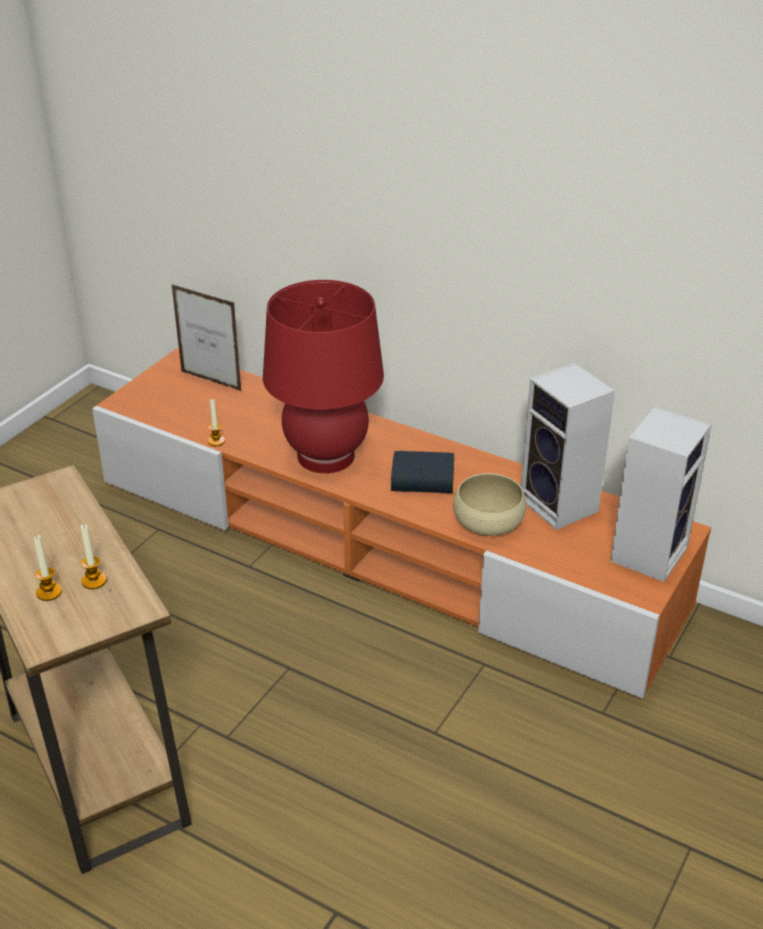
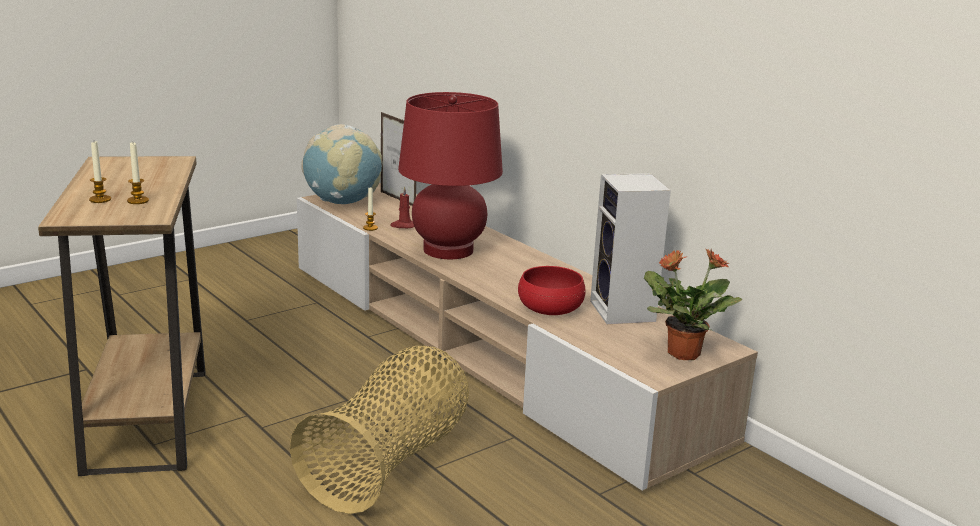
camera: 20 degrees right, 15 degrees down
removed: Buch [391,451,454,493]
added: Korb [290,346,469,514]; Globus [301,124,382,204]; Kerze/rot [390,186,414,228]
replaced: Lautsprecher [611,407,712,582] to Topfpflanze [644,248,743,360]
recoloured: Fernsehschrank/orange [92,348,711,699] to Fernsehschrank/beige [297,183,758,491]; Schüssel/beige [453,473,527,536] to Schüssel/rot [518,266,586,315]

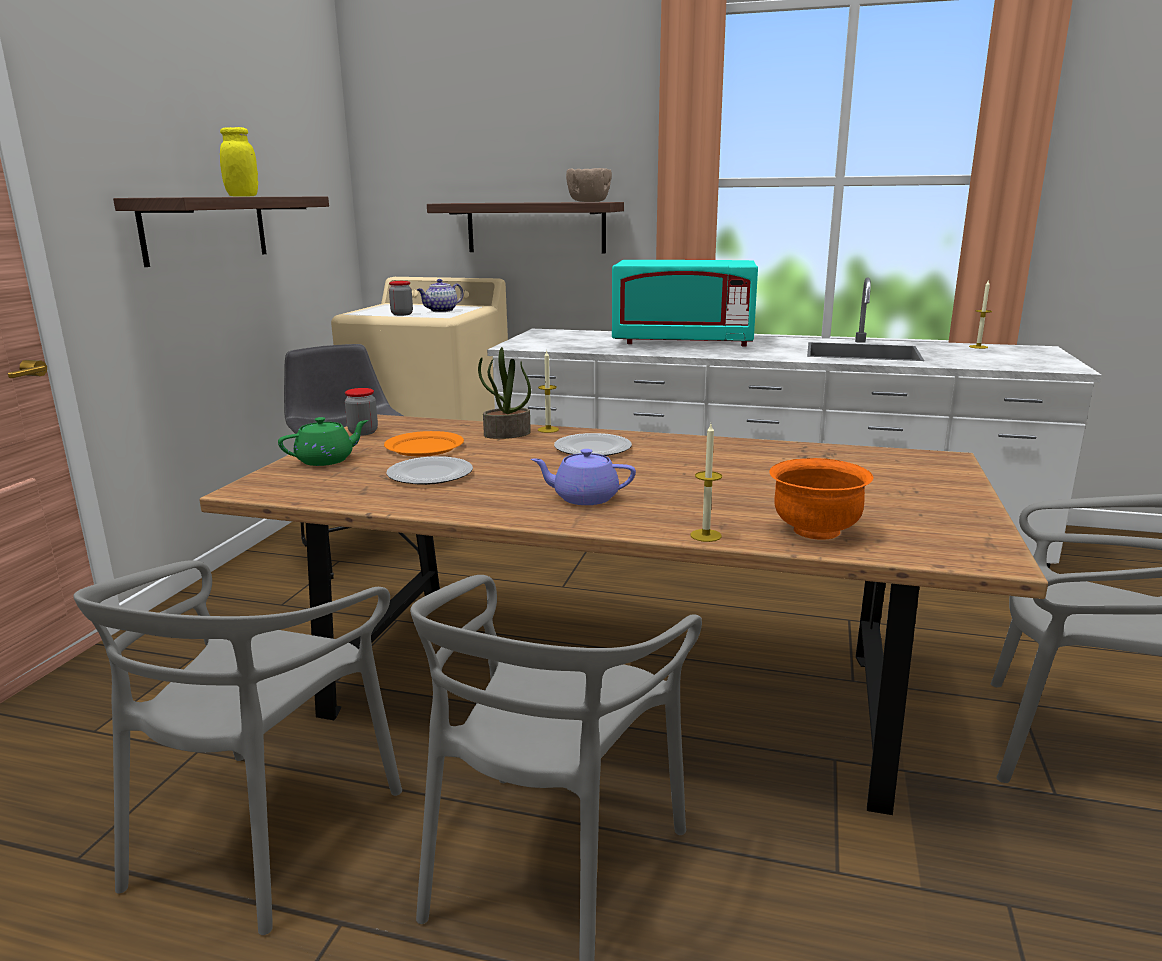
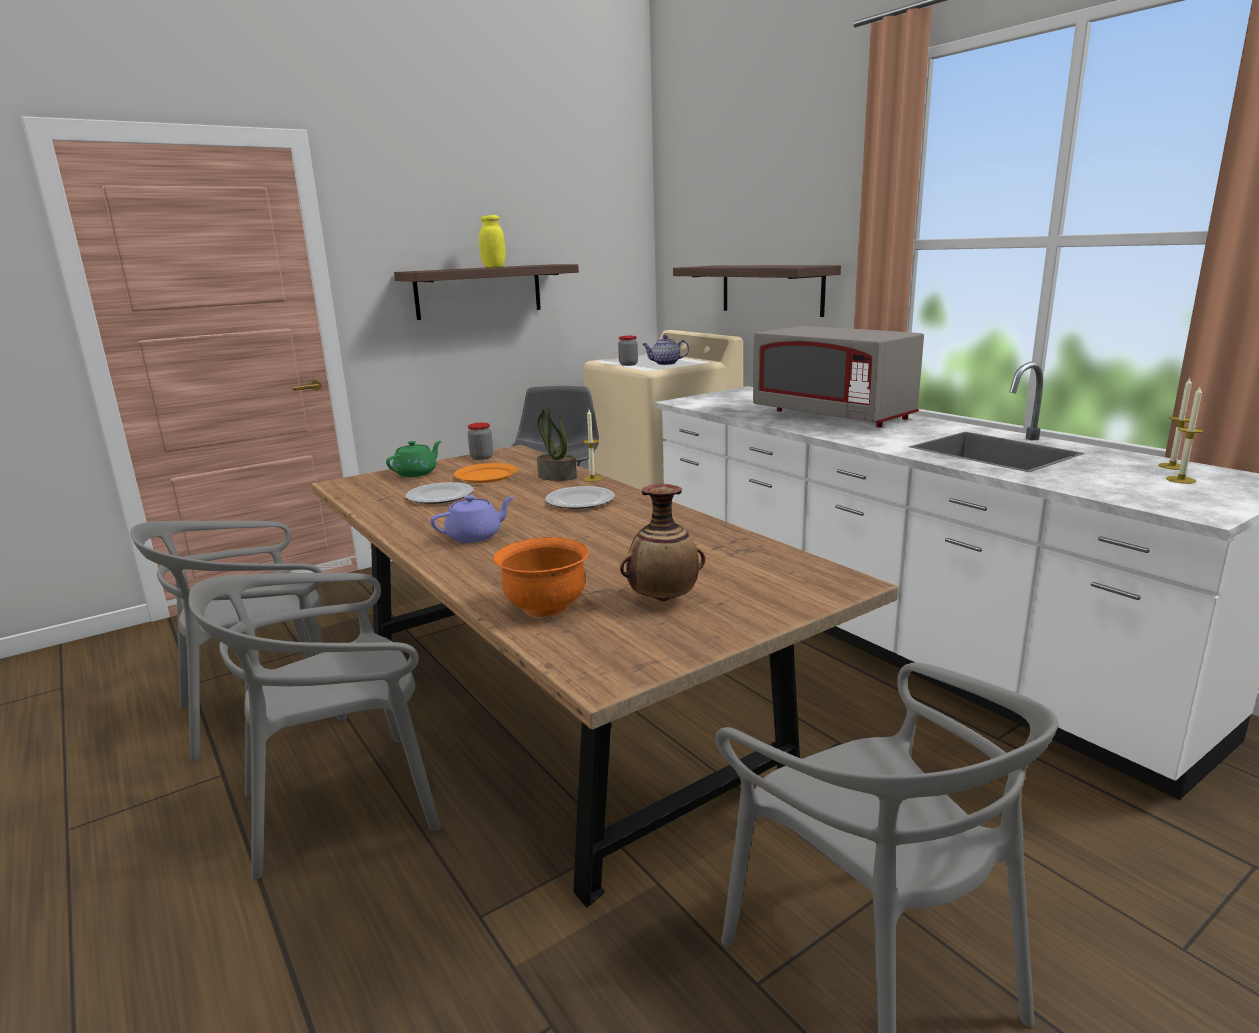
camera: 40 degrees right, 0 degrees up
removed: Schüssel/braun [566,168,612,202]
added: Vase [620,484,705,602]
moved: Kerze [690,424,722,542] to [1166,387,1204,484]
recoloured: Mikrowelle/türkis [612,260,758,347] to Mikrowelle/grau [753,326,924,428]
turned: Teekanne/grün [278,417,369,466] = [386,441,441,477] 60 degrees counterclockwise; Teekanne/lila [531,449,636,505] = [430,495,515,543] 105 degrees clockwise

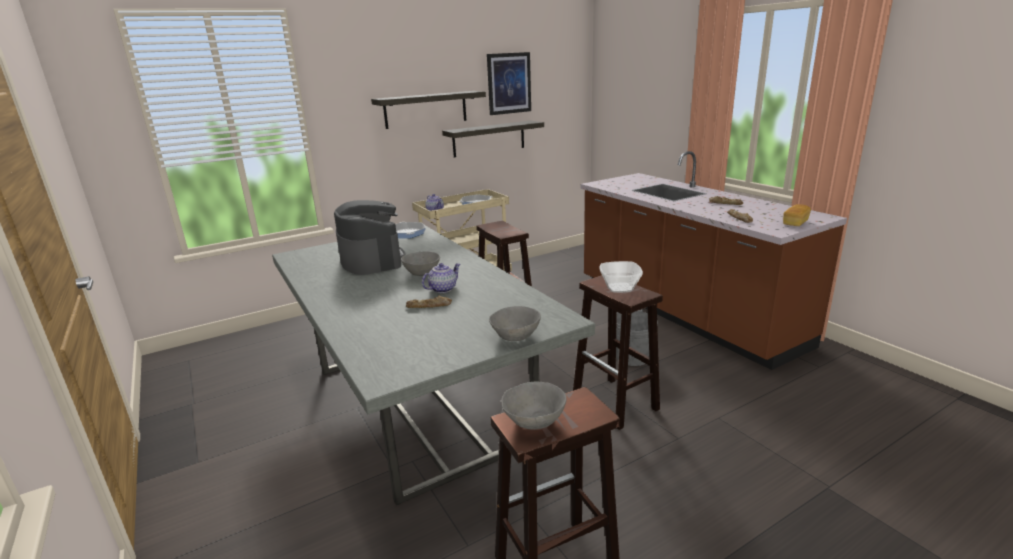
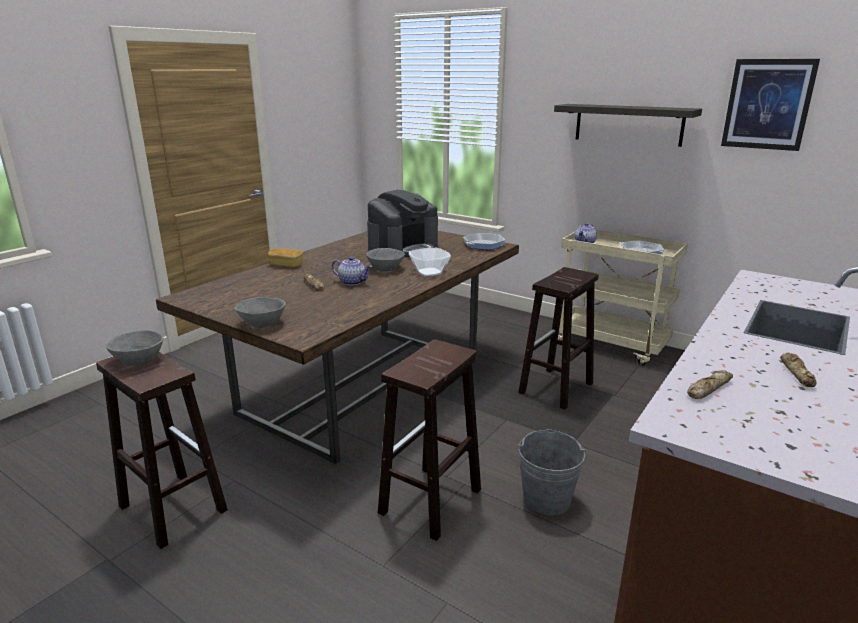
camera: 65 degrees right, 0 degrees up
removed: Wandregal [442,121,544,158]
moved: Schüssel [599,261,643,293] to [409,248,451,276]; Brot [783,204,811,226] to [268,248,303,267]
recoloured: Esstisch/grau [272,225,595,505] to Esstisch/braun [156,231,519,464]

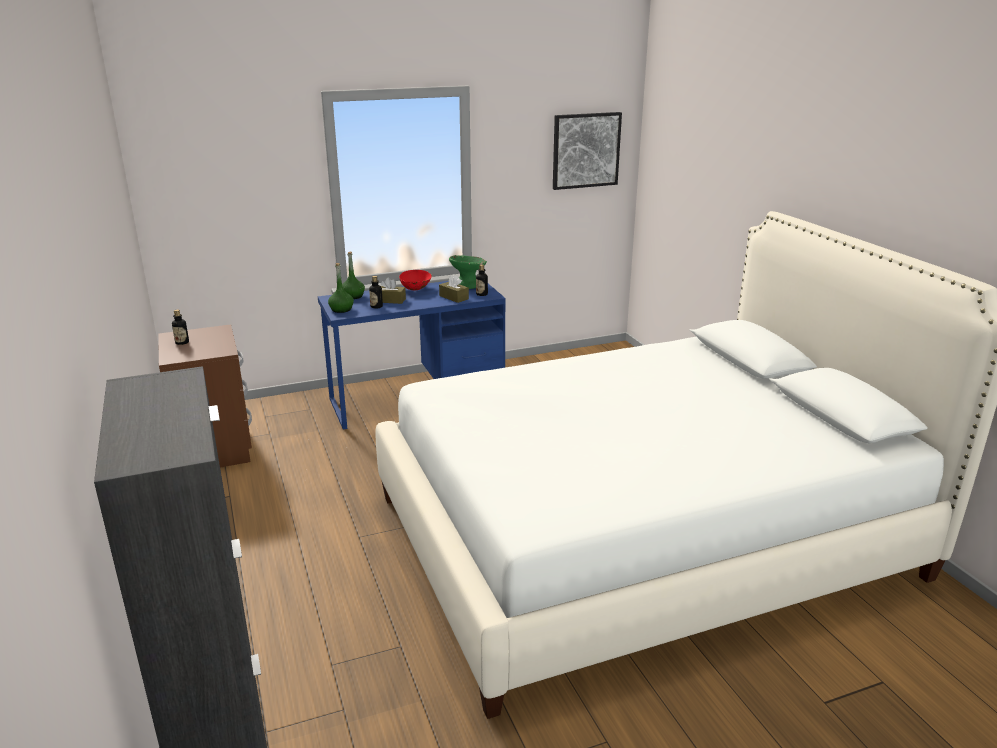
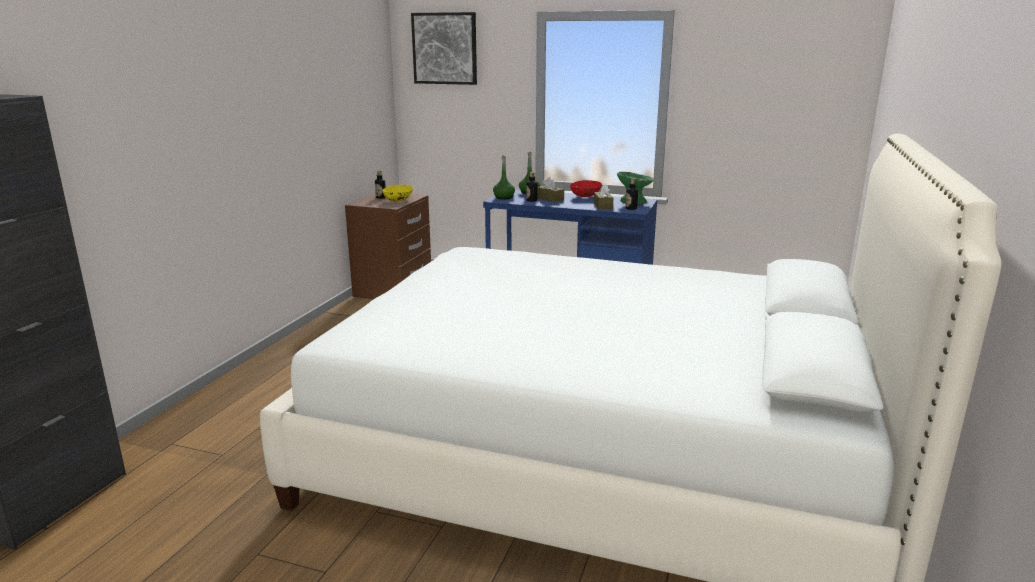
camera: 40 degrees right, 5 degrees down
added: Schüssel/gelb [382,185,413,202]
moved: Bild [553,112,622,190] to [411,12,477,85]

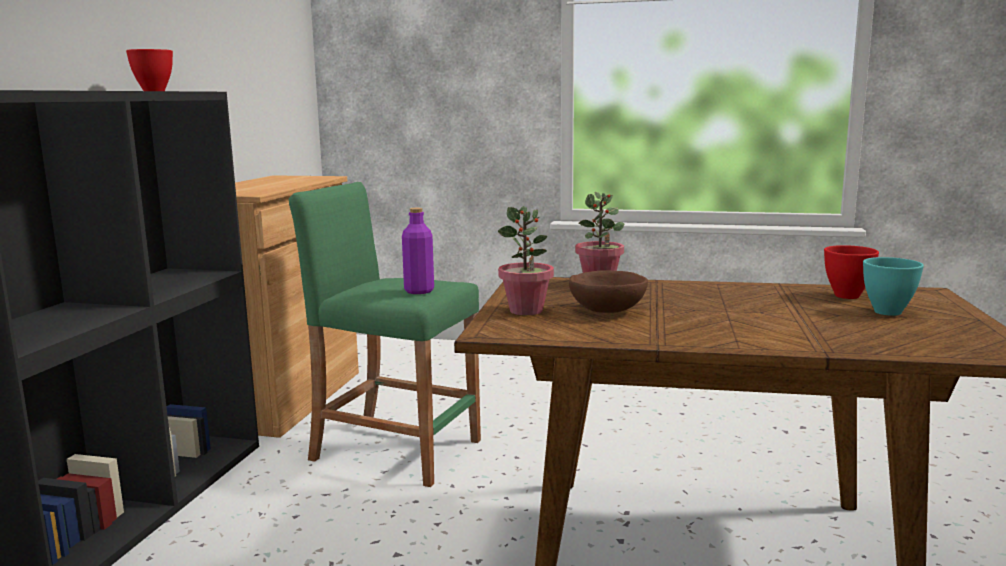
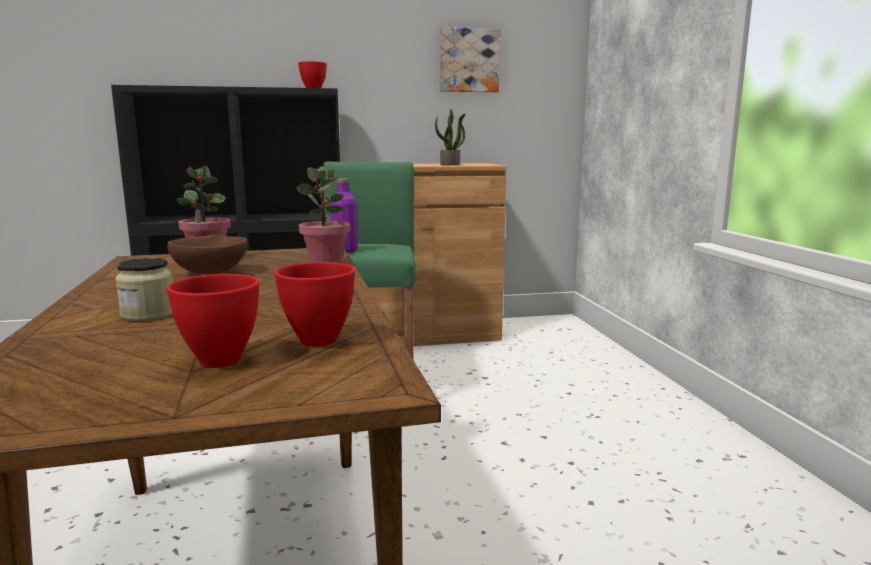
camera: 65 degrees right, 0 degrees up
added: Vorratsglas [115,258,172,321]; Topfpflanze [435,109,465,165]; Bild [440,27,500,92]
recoloured: Schüssel/türkis [863,257,924,316] to Schüssel/rot [167,274,259,368]

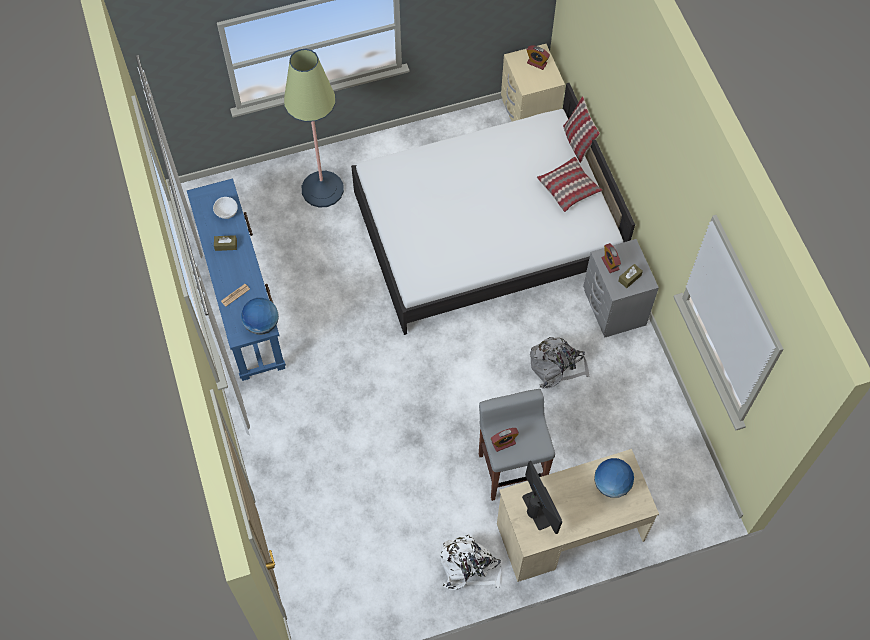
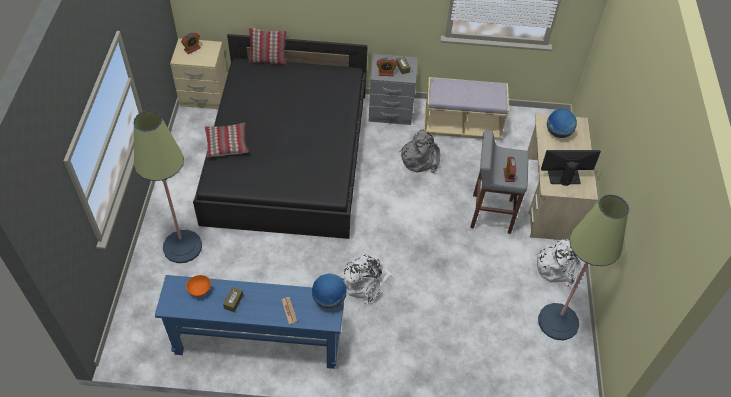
camera: 70 degrees left, 10 degrees down
added: Rucksack/weiß [341,255,393,305]; Bank/beige [424,77,509,140]; Stehlampe [538,195,629,340]
moved: Kissen [537,157,602,212] to [204,123,249,157]
recoloured: Schüssel/weiß [213,197,238,219] to Schüssel/orange [186,275,211,297]; Bett/weiß [351,83,635,335] to Bett/schwarz [193,34,368,239]

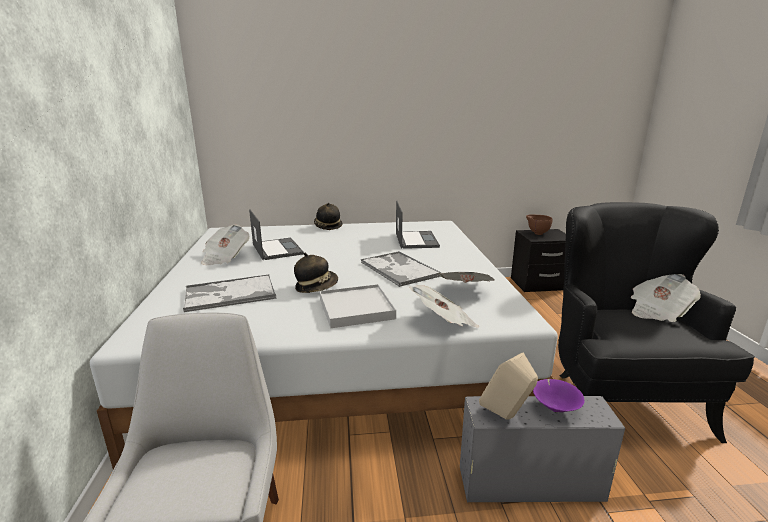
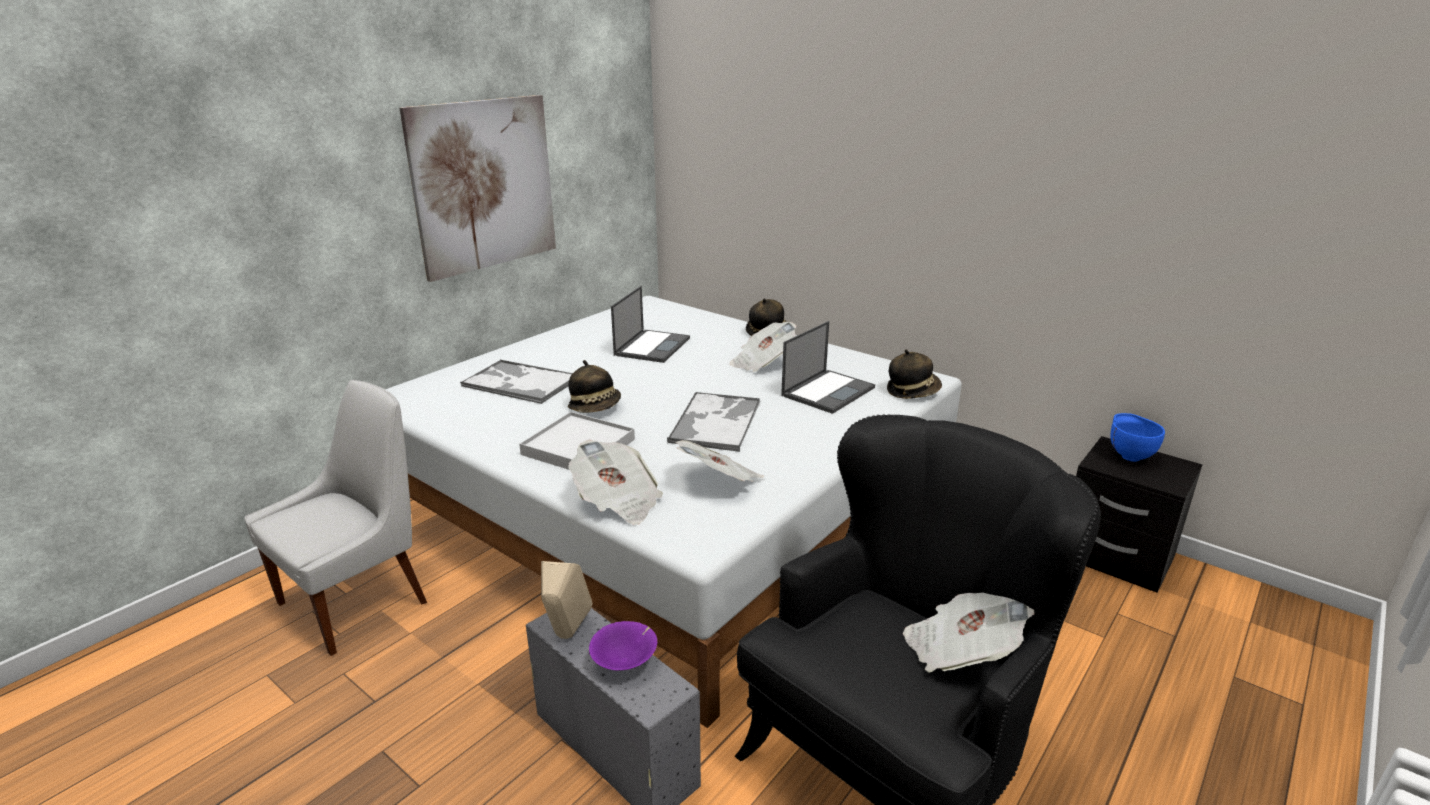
camera: 45 degrees right, 5 degrees up
added: Bild [399,95,556,282]; Hut [887,349,942,399]
moved: Zeitung [201,225,249,265] to [730,322,797,372]
recoloured: Schüssel/braun [526,214,553,235] to Schüssel/blau [1110,413,1165,462]

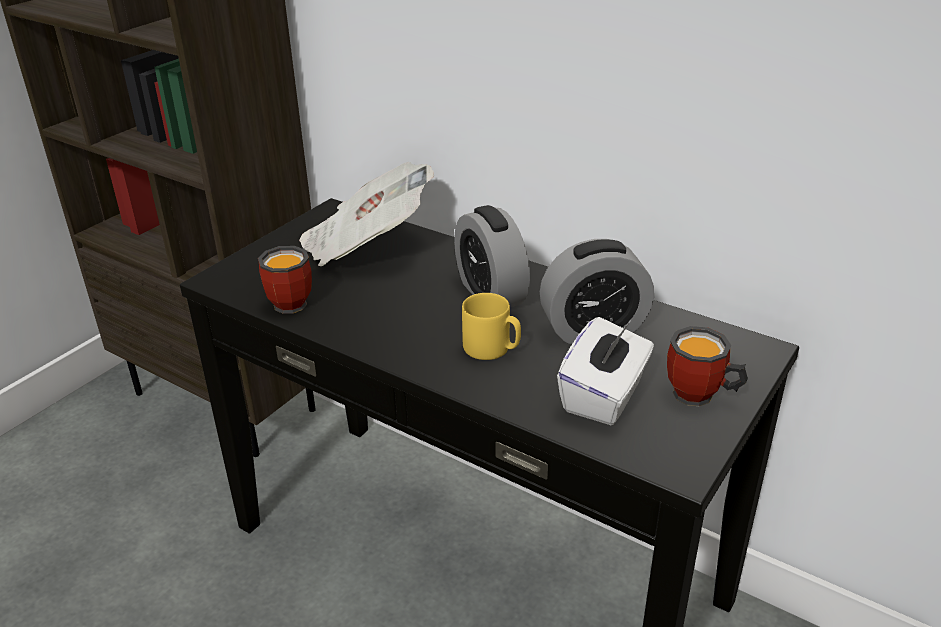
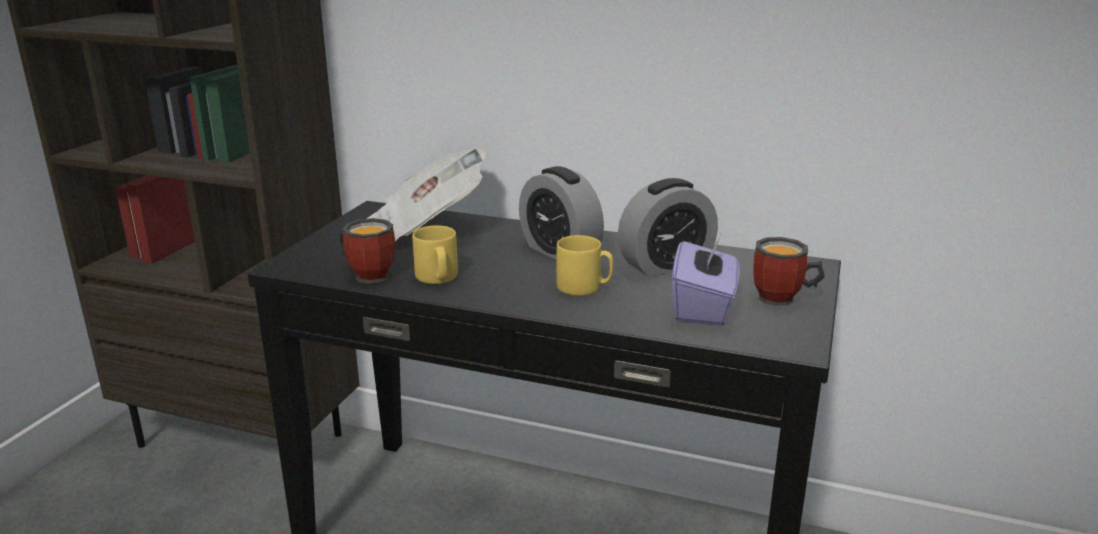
camera: 15 degrees left, 10 degrees down
added: Henkelbecher/gelb [412,225,458,284]
recoloured: Taschentuchbox/weiß [557,317,654,425] to Taschentuchbox/lila [672,236,739,326]

